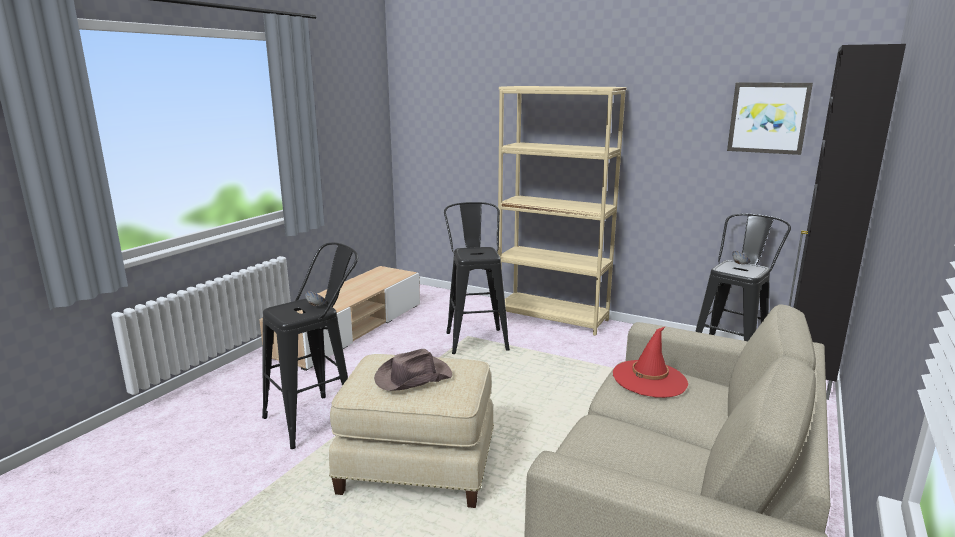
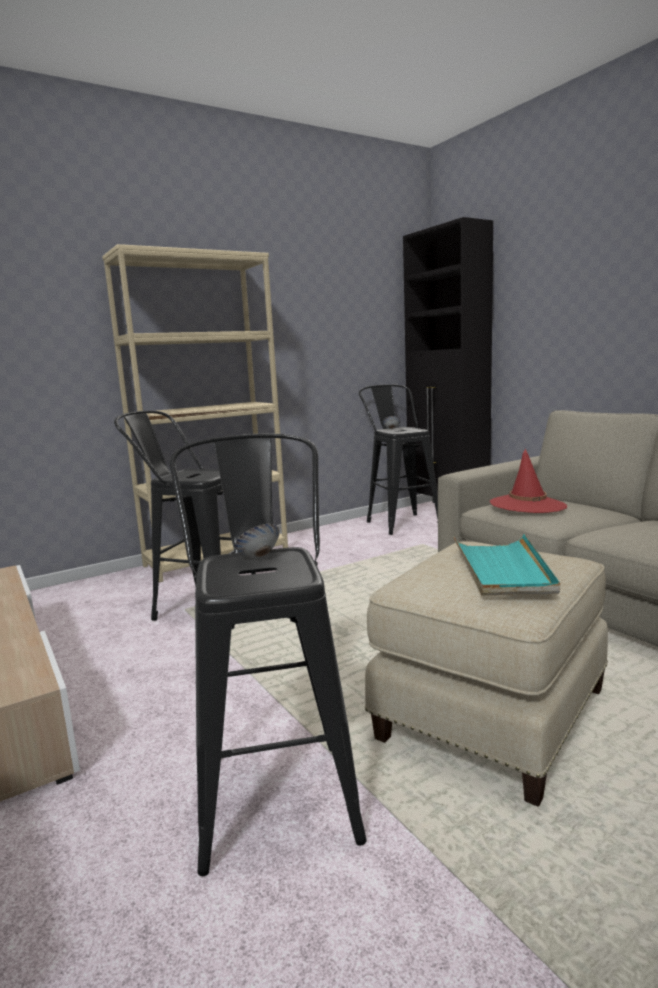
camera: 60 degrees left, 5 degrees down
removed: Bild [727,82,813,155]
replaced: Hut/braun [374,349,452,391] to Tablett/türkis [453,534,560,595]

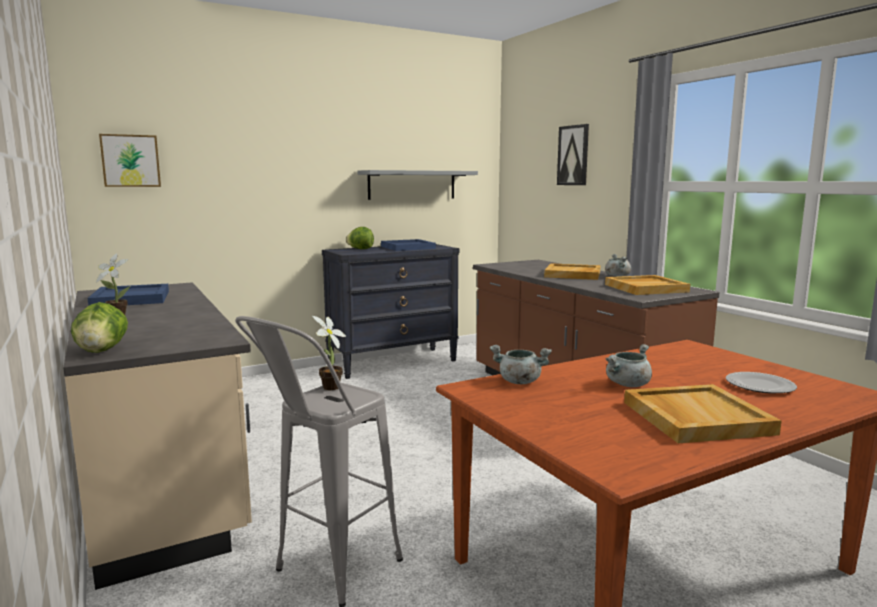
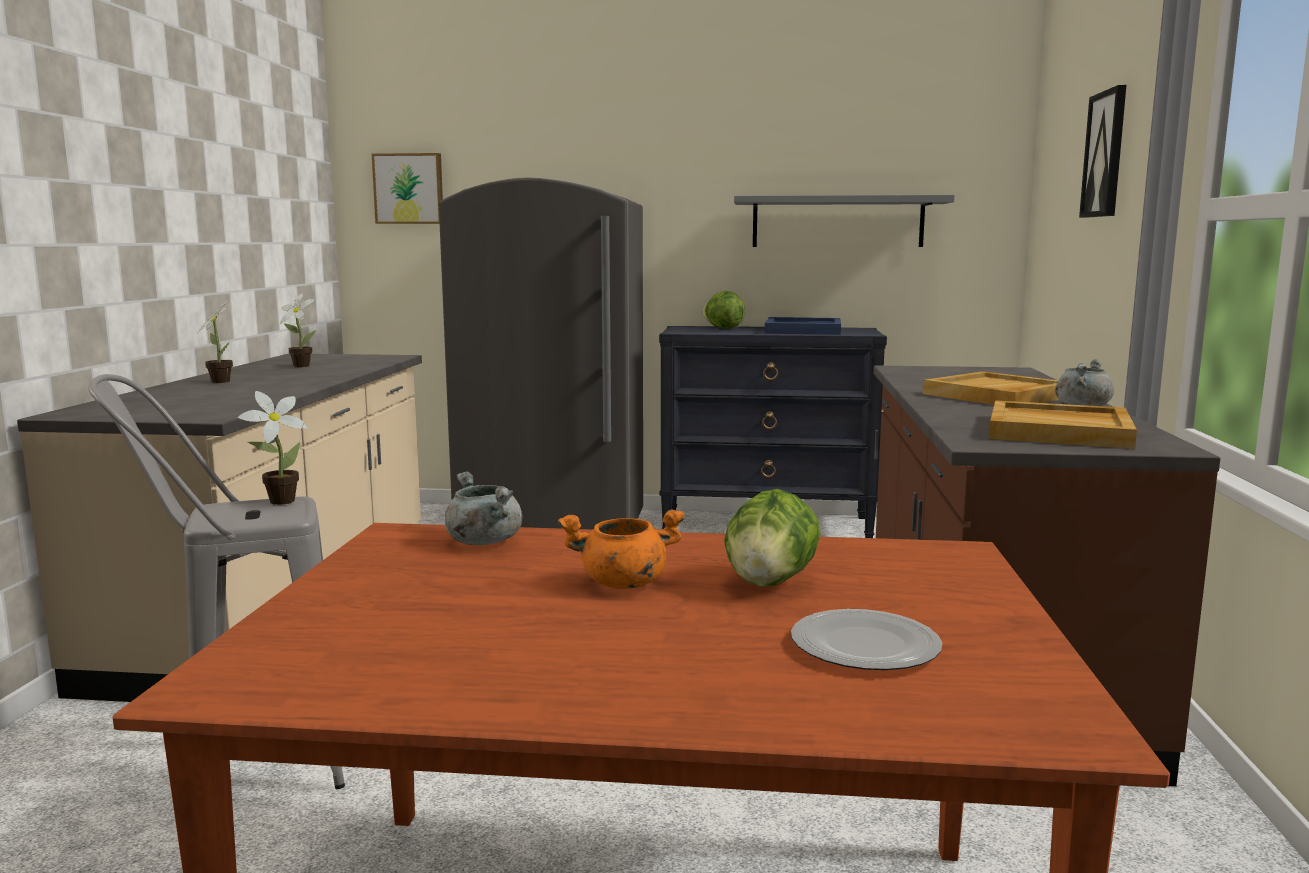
camera: 35 degrees right, 0 degrees up
removed: Tablett/beige [624,384,782,443]
added: Kühlschrank/grau [439,178,643,530]
moved: Salatkopf [71,302,128,353] to [724,489,821,587]
replaced: Tablett/blau [88,284,169,306] to Topfpflanze [280,293,316,367]
recoloured: Kochtopf/grau [606,344,652,387] to Kochtopf/orange [558,510,685,589]

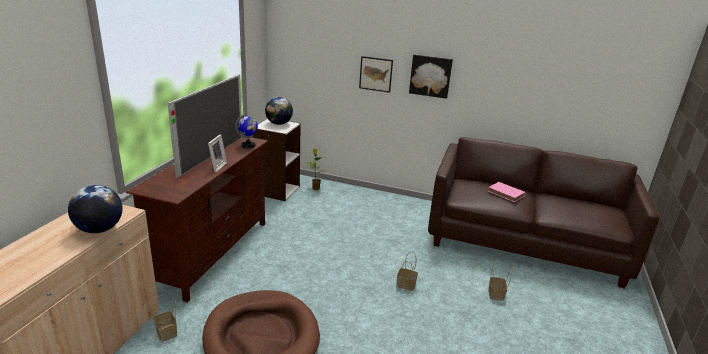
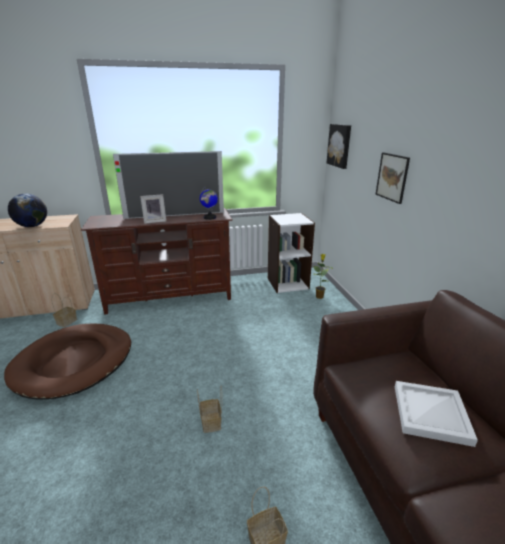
camera: 60 degrees right, 0 degrees up
removed: Globus [265,97,293,125]
moved: Bild [409,54,453,99] to [327,124,351,169]
replaced: Buch/rosa [488,182,525,202] to Tablett/weiß [395,381,478,447]

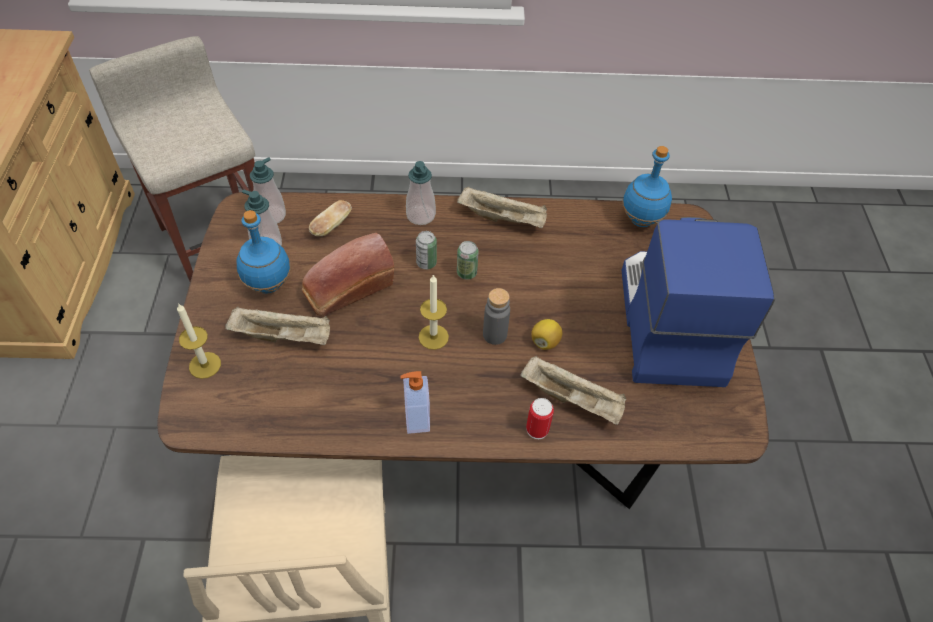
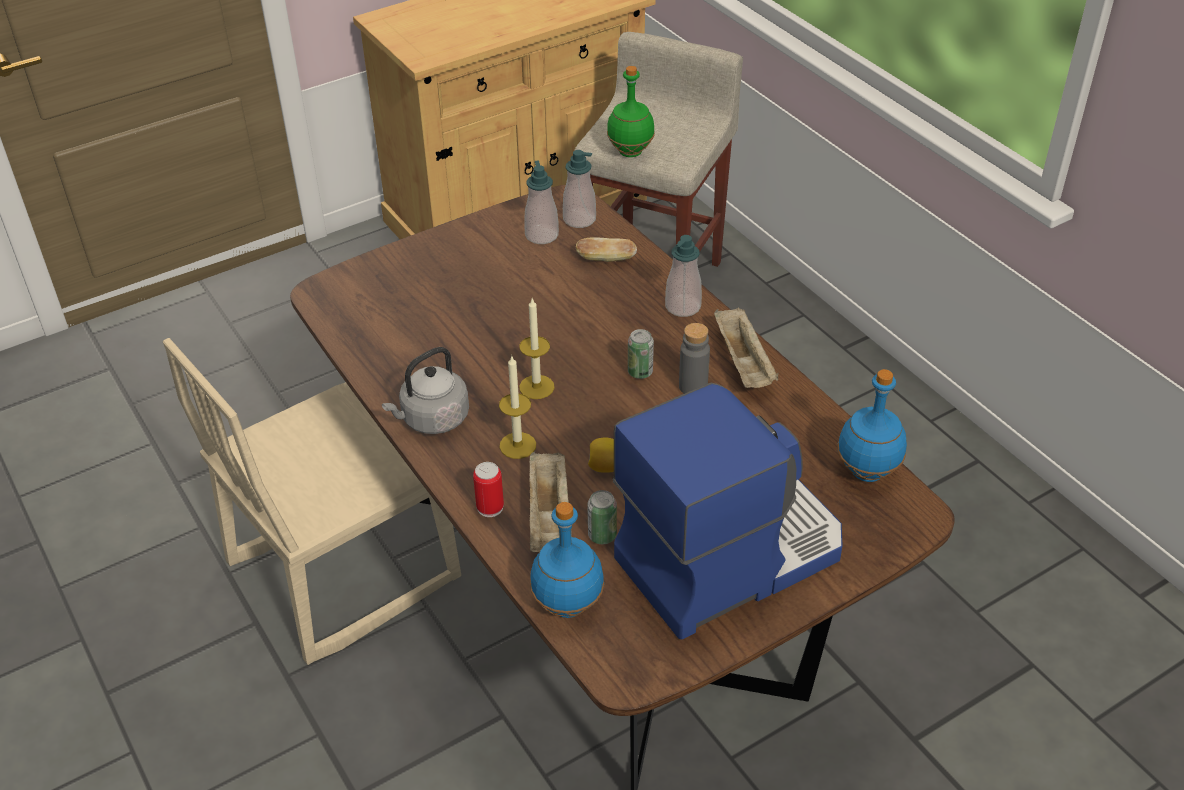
camera: 60 degrees right, 10 degrees down
removed: Tablett/beige [225,307,330,345]; Brot [302,233,394,316]
added: Flasche/grün [607,66,655,157]
moved: Kerze [177,303,221,379] to [499,355,536,459]; Flasche/blau [237,210,291,294] to [530,502,604,618]; Dose [416,231,437,269] to [587,490,617,544]; Flasche/grau [483,288,510,345] to [679,323,710,394]
replaced: Seifenspender [400,371,430,434] to Wasserkessel/grau [382,347,469,434]

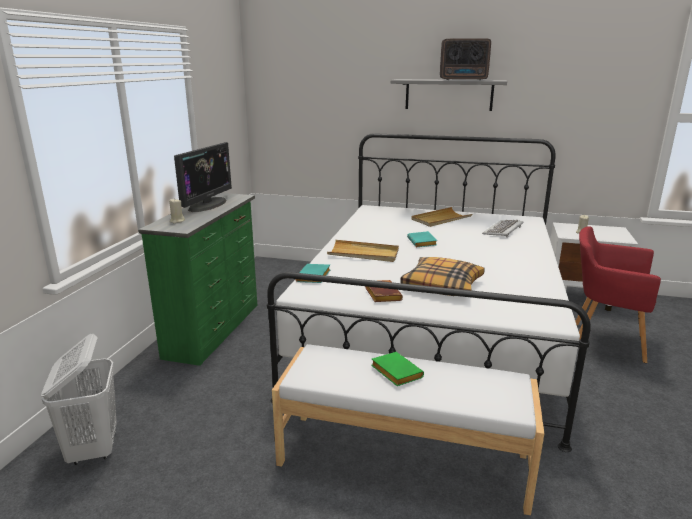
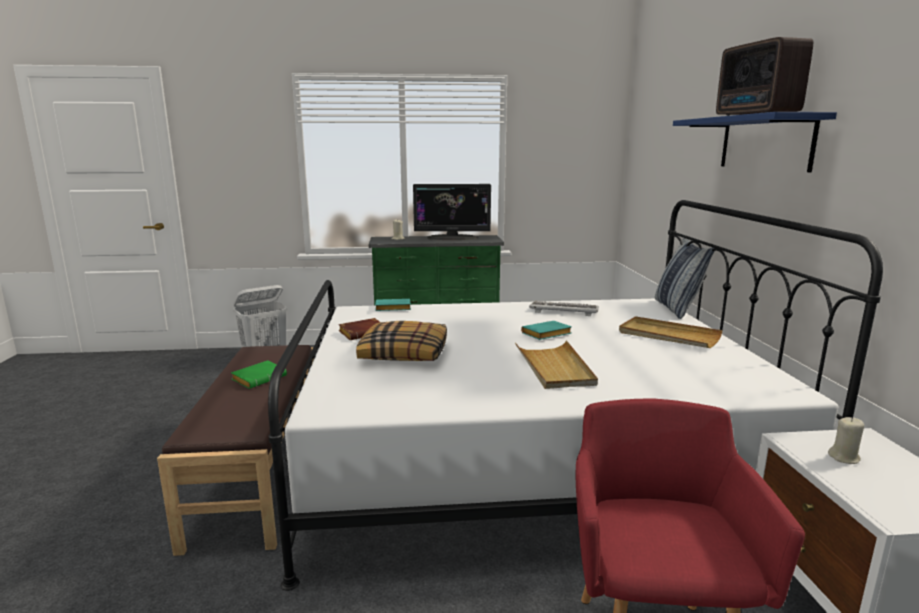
camera: 70 degrees right, 5 degrees down
added: Kissen [655,238,714,319]
moved: Tablett/beige [327,240,399,262] to [515,340,598,389]; Tastatur [482,220,524,238] to [529,301,599,316]
recoloured: Bank/weiß [272,344,544,515] to Bank/braun [157,345,314,556]; Wandregal/grau [391,79,507,111] to Wandregal/blau [673,112,837,172]

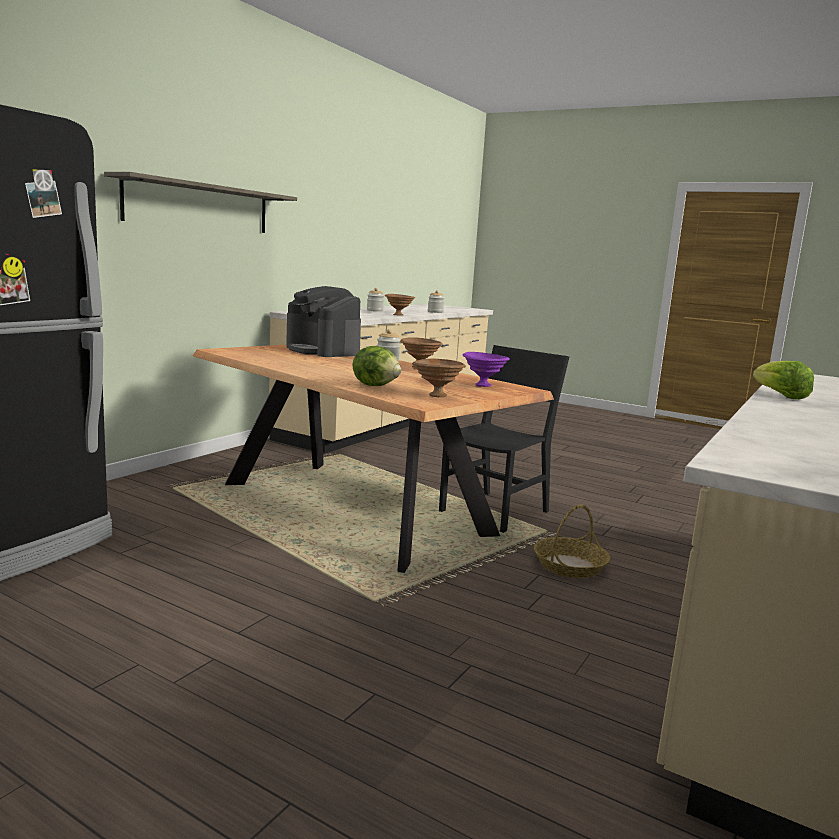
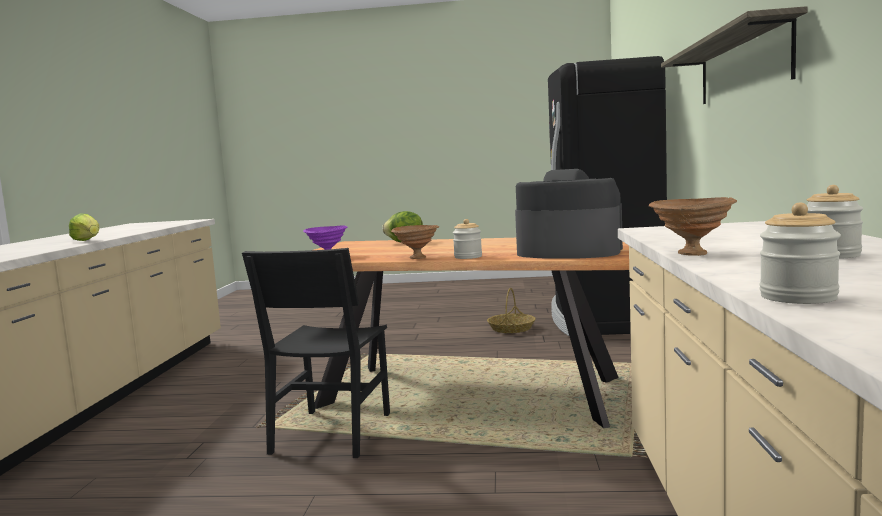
camera: 155 degrees right, 5 degrees down
removed: Schüssel/braun [412,359,466,397]
moved: Korb [534,504,610,578] to [487,288,536,333]

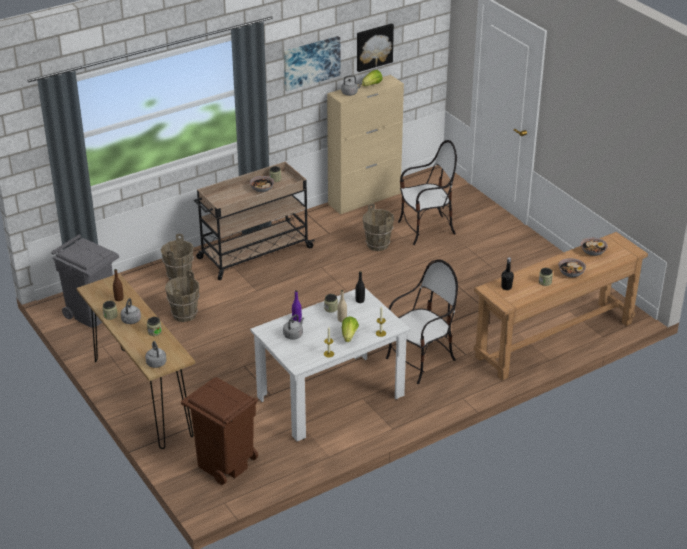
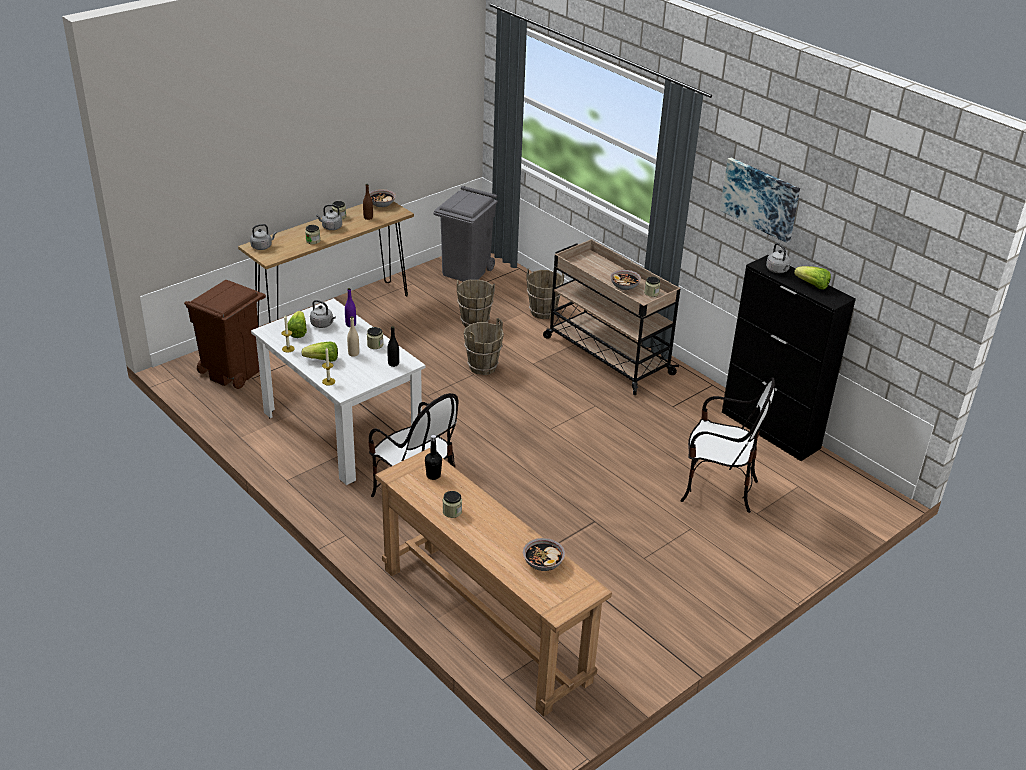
camera: 80 degrees right, 0 degrees up
removed: Bild [357,24,394,72]
added: Salatkopf [287,311,307,338]
moved: Eimer/braun [363,203,394,251] to [464,318,504,375]; Schüssel [558,258,586,277] to [369,189,396,207]
recoloured: Schrank/beige [327,75,404,214] to Schrank/schwarz [722,255,856,461]
turned: Stuhl [398,140,457,245] = [680,377,775,513] 45 degrees counterclockwise

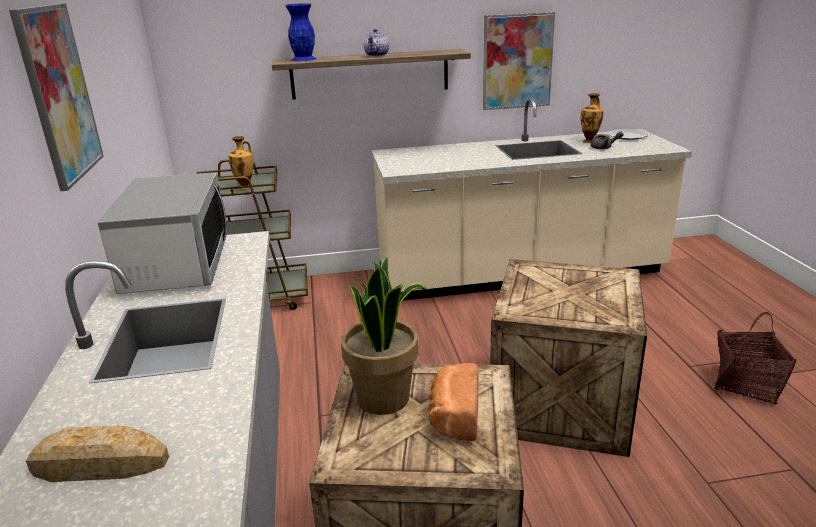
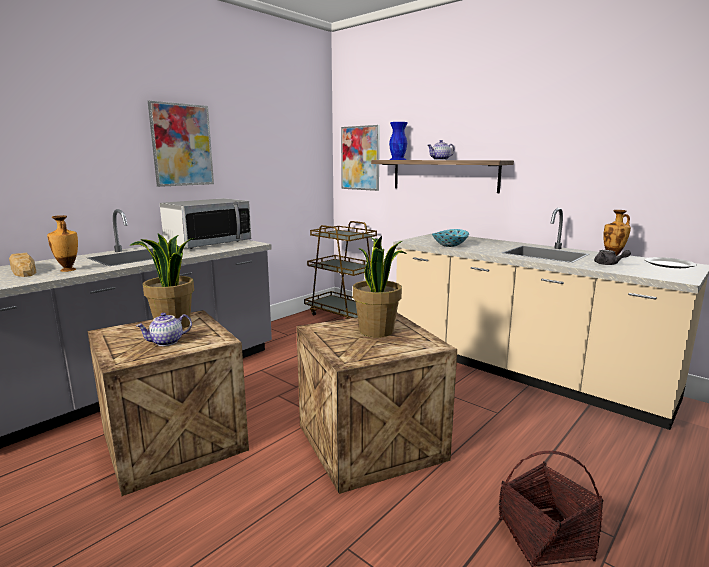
camera: 50 degrees right, 10 degrees down
added: Topfpflanze [353,236,406,337]; Schüssel [432,229,469,247]
moved: Vase [228,136,254,190] to [47,215,78,272]; Bild [483,12,555,110] to [341,125,380,191]
replaced: Brot [429,363,478,441] to Teekanne [136,313,192,346]

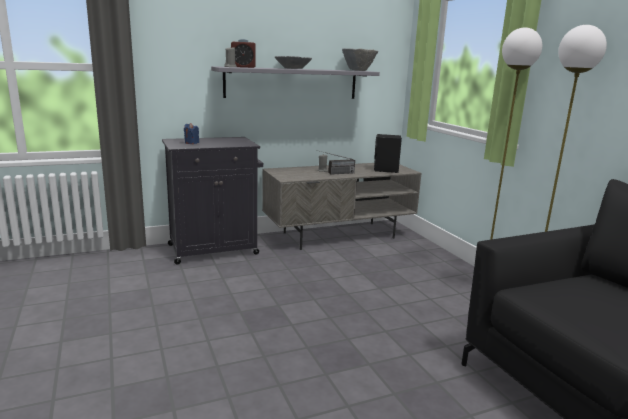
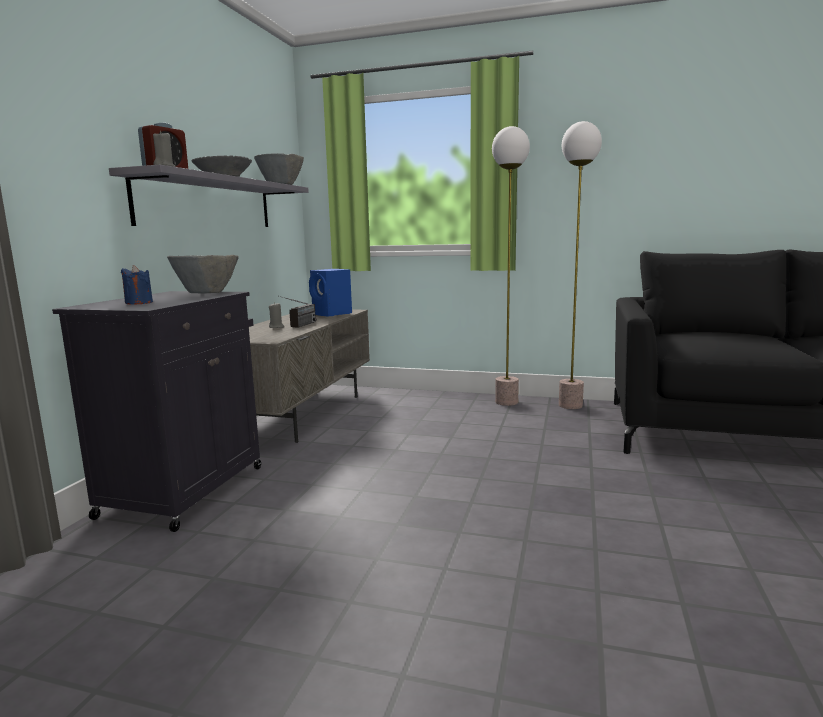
camera: 50 degrees left, 5 degrees down
added: Schüssel/grau [167,255,239,293]
recoloured: Lautsprecher/schwarz [374,134,402,173] to Lautsprecher/blau [309,269,352,317]

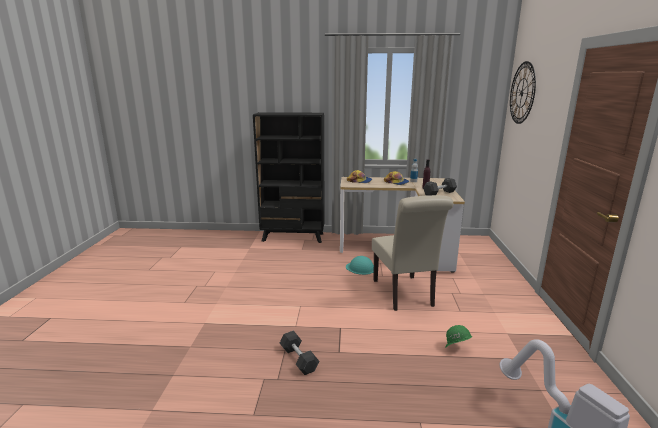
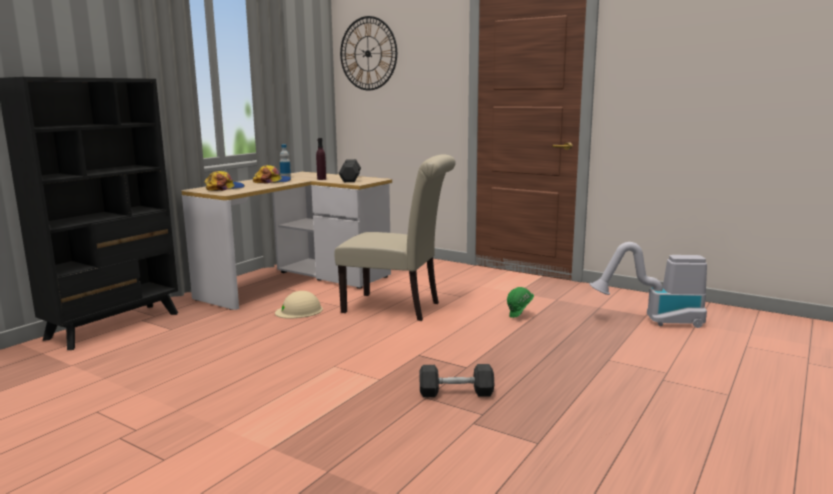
camera: 60 degrees left, 5 degrees down
recoloured: Schutzhelm/türkis [346,256,374,275] to Schutzhelm/beige [275,291,323,319]

